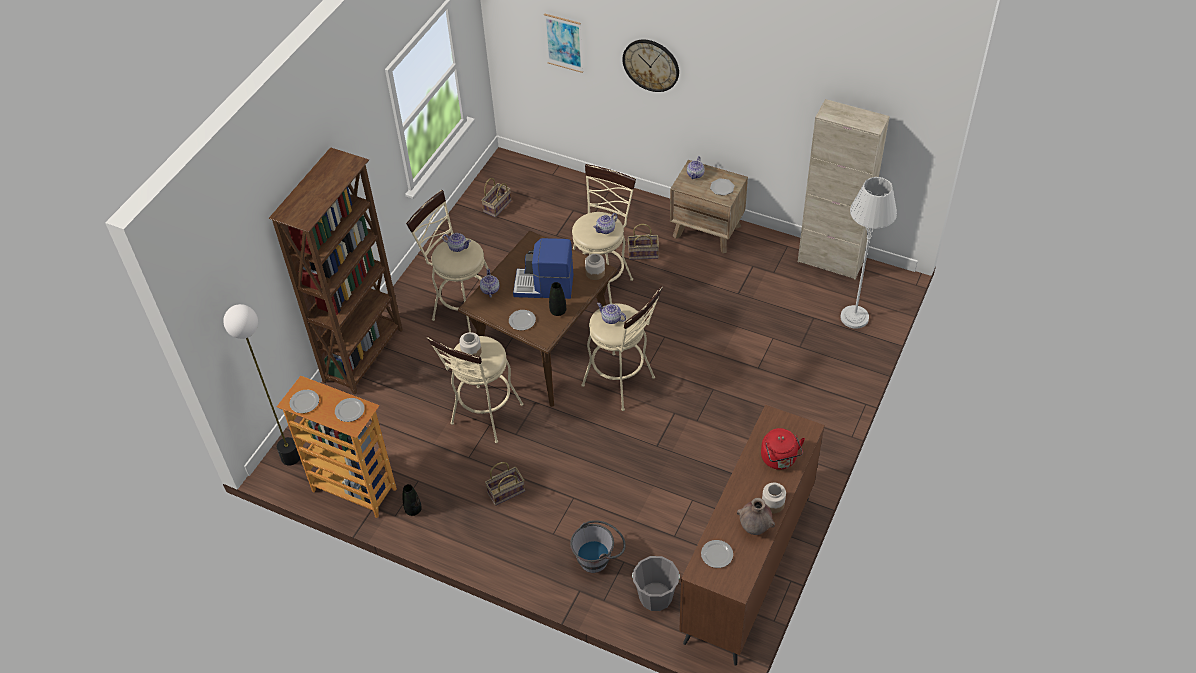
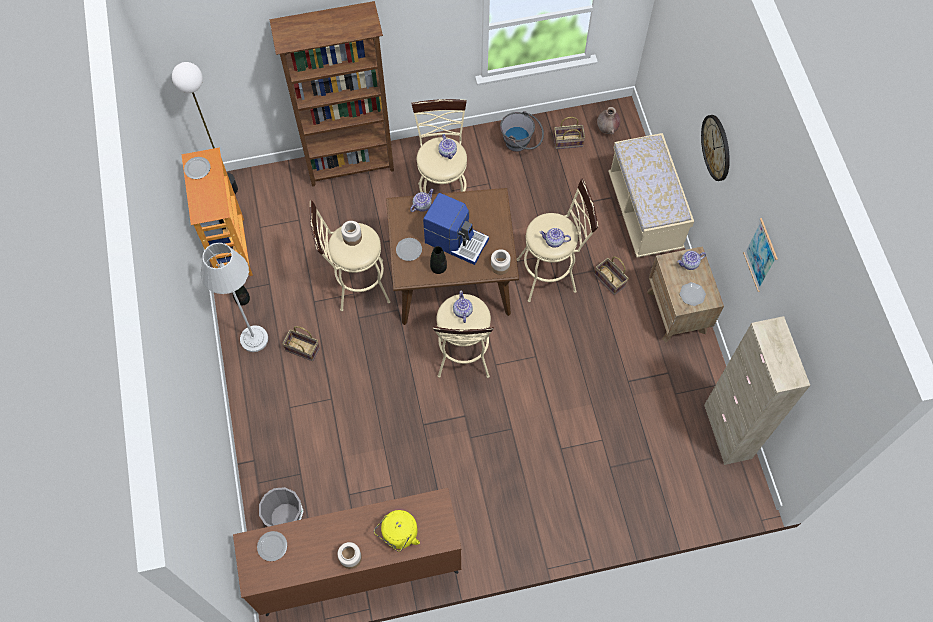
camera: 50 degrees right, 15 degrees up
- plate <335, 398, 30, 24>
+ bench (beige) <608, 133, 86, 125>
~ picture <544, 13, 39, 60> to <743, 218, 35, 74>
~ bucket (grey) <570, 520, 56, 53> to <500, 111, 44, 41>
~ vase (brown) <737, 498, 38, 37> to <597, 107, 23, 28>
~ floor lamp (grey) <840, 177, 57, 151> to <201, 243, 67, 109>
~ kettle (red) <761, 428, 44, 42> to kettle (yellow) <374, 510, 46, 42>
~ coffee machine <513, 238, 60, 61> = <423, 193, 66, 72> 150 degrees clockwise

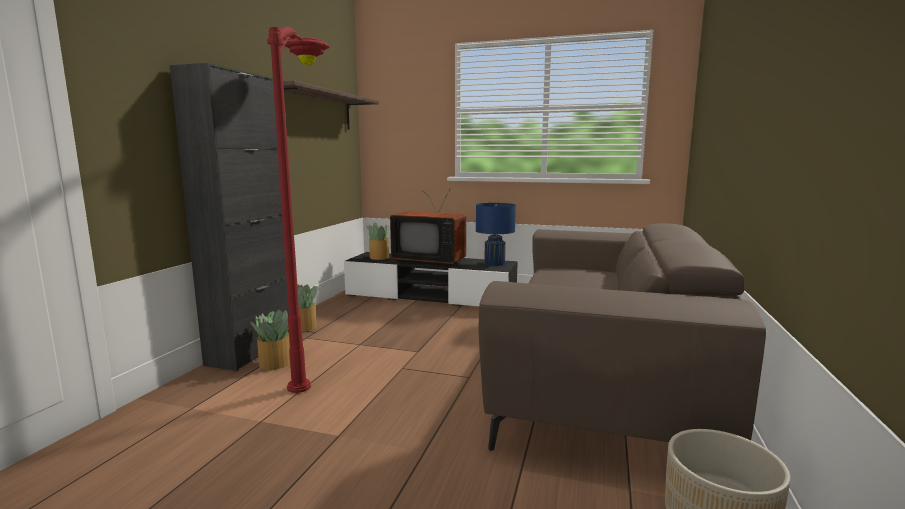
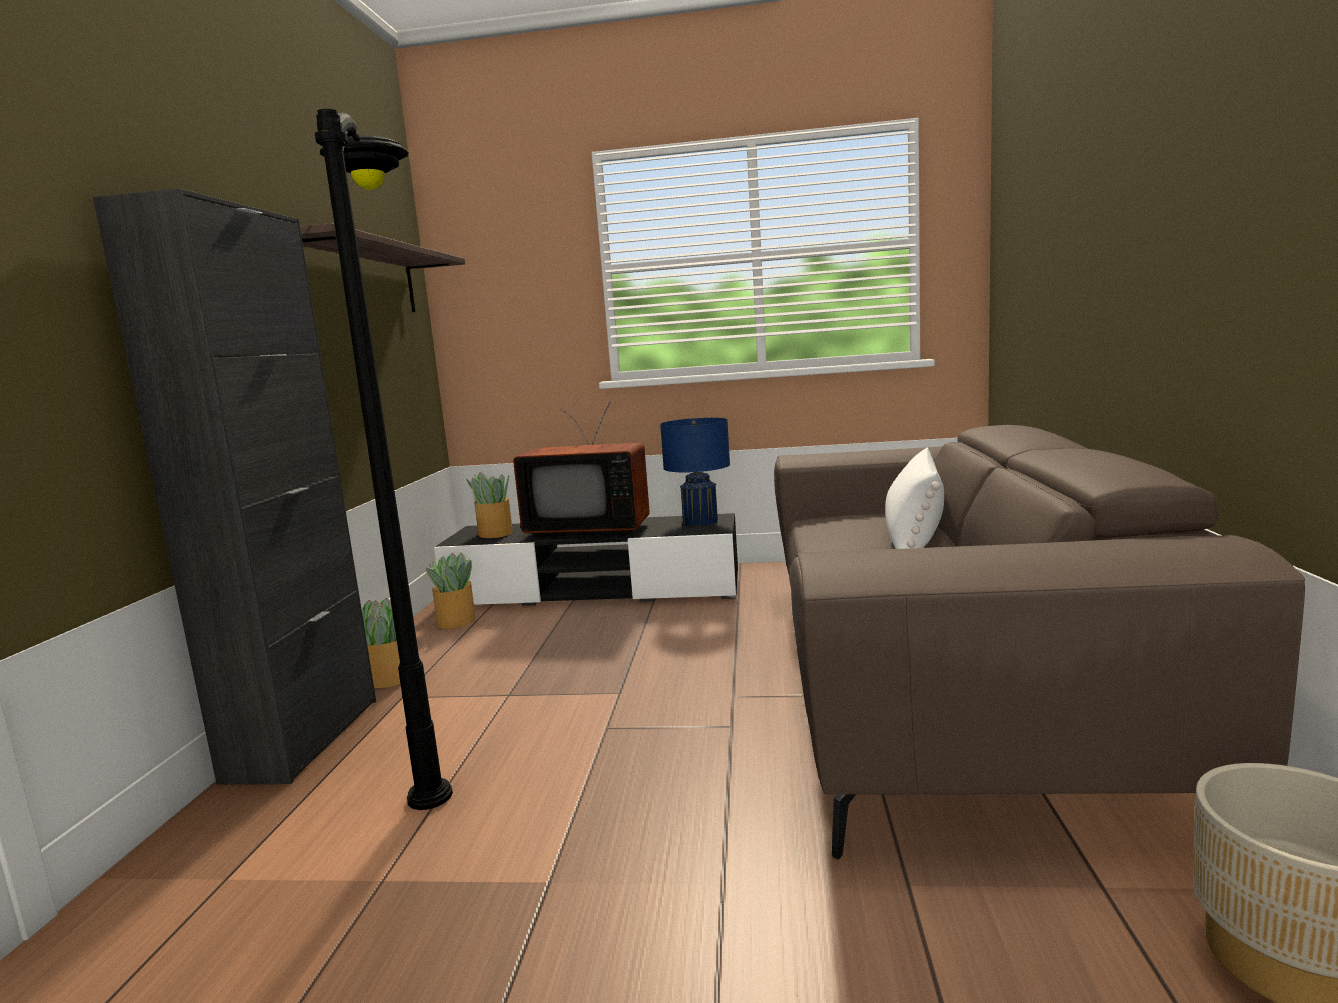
camera: 10 degrees left, 0 degrees up
+ pillow (white) <885, 447, 59, 102>
~ potted plant <250, 310, 40, 60> to <426, 552, 50, 77>
~ floor lamp (red) <267, 27, 62, 366> to floor lamp (black) <315, 109, 138, 701>

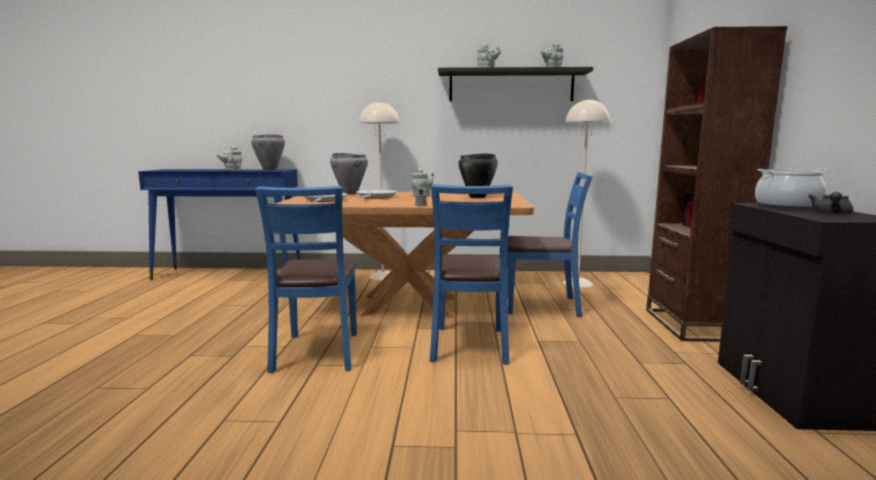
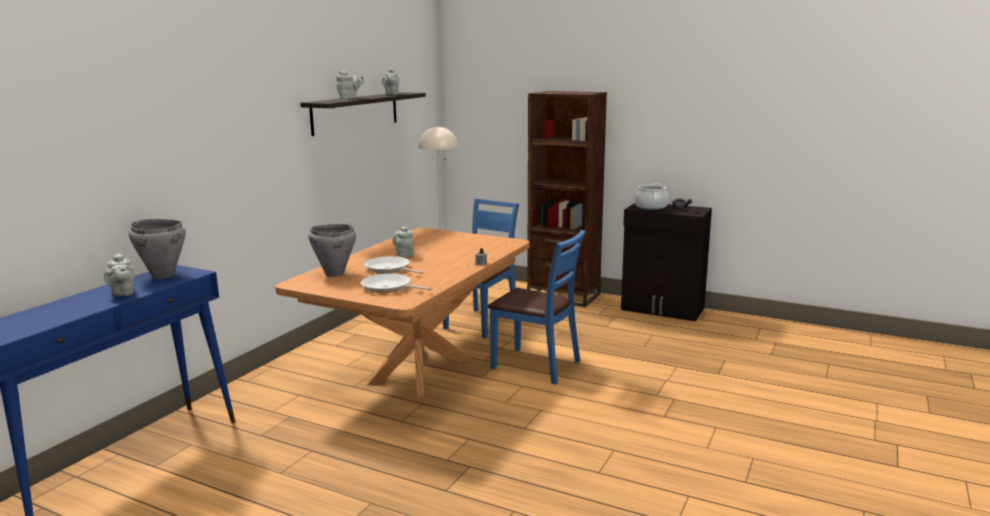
camera: 65 degrees left, 5 degrees up
- chair (blue) <255, 186, 102, 187>
- floor lamp (beige) <359, 101, 41, 179>
- cooking pot (black) <458, 153, 40, 45>

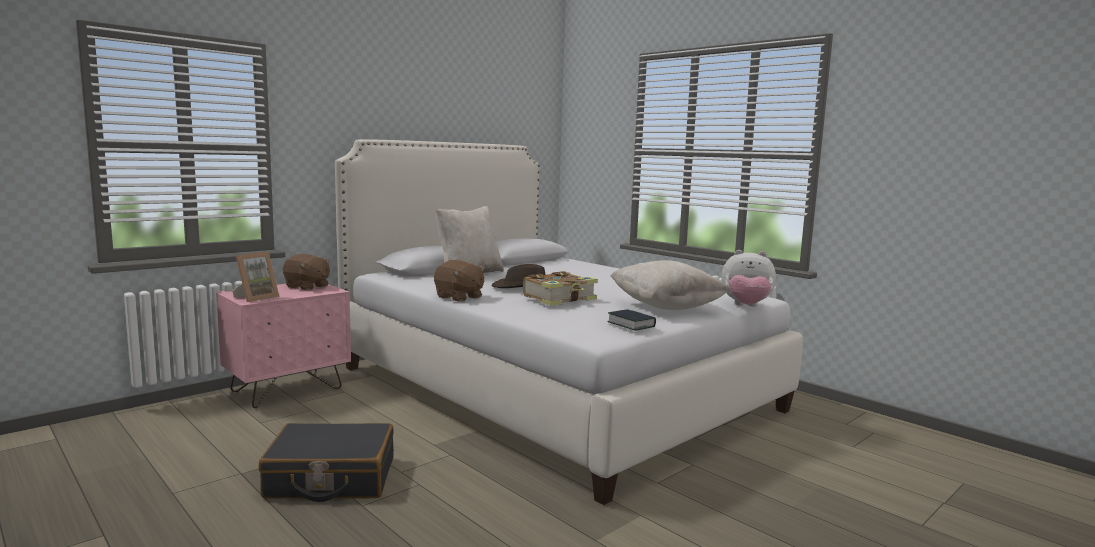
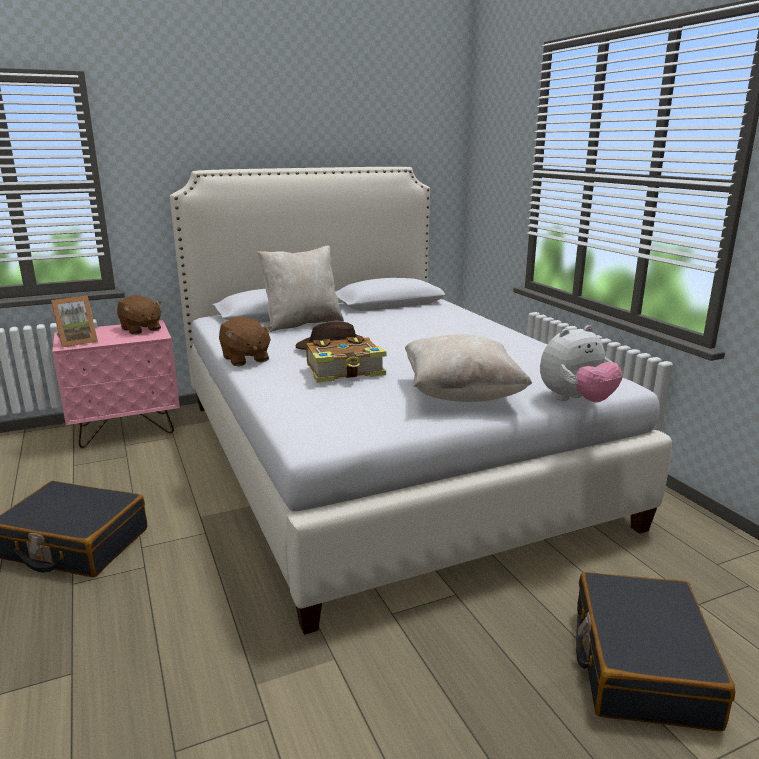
camera: 20 degrees right, 10 degrees up
- book <607, 309, 49, 22>
+ suitcase (black) <576, 572, 159, 160>
~ plush toy <721, 250, 55, 57> = <540, 325, 83, 77> 60 degrees counterclockwise

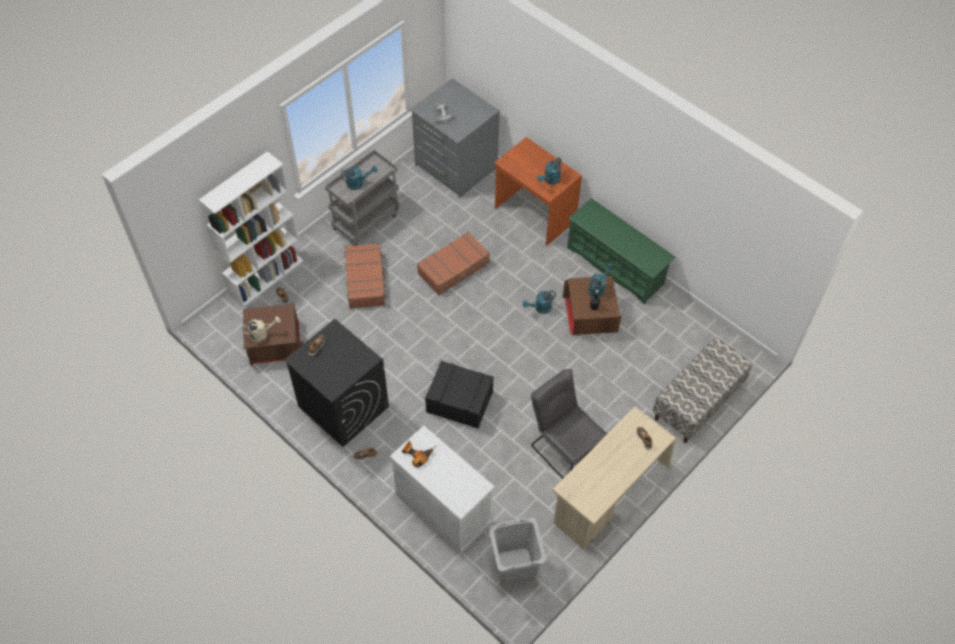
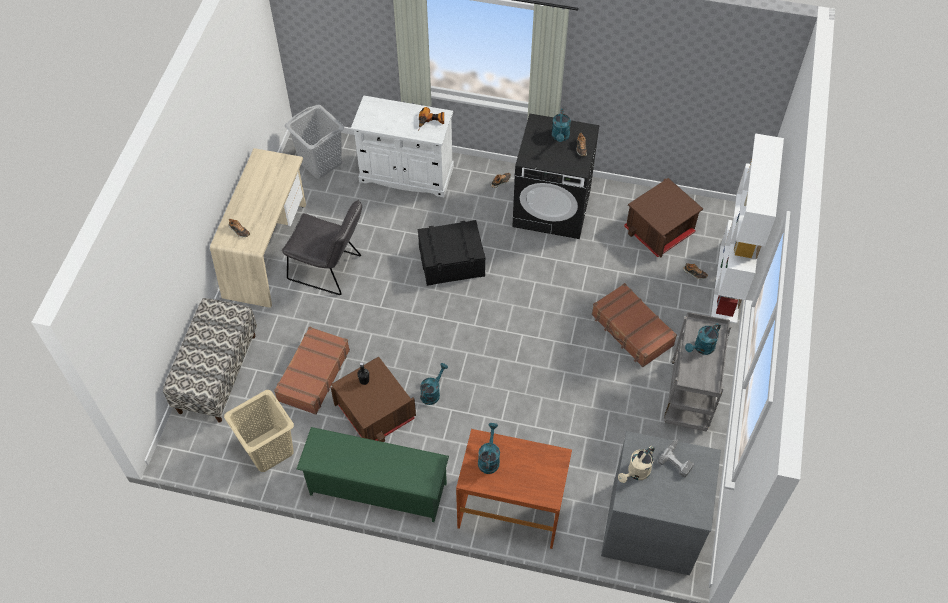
camera: 150 degrees right, 0 degrees up
+ laundry basket (beige) <224, 390, 70, 82>
~ watering can (beige) <242, 316, 39, 26> to <618, 446, 37, 37>
~ suitcase (brown) <417, 232, 73, 64> to <274, 327, 76, 88>
~ watering can (turquoise) <588, 263, 26, 34> to <552, 108, 19, 34>

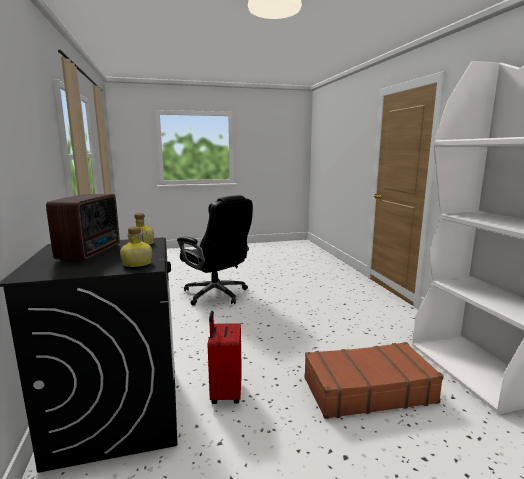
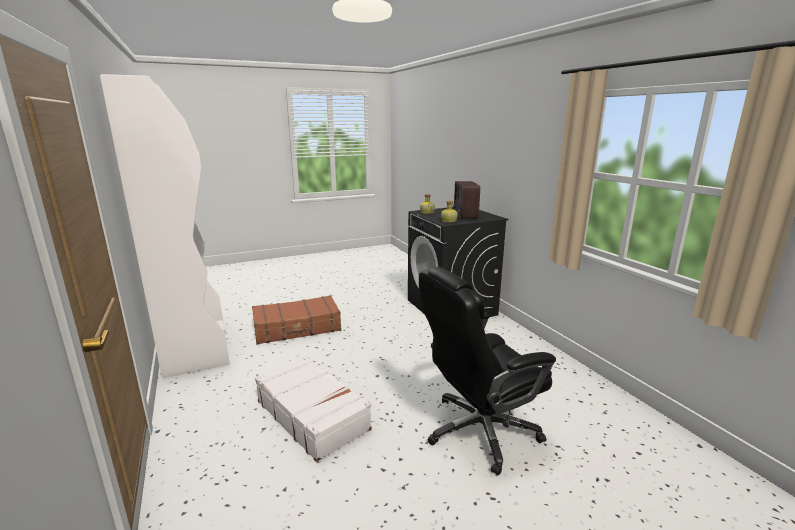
camera: 170 degrees right, 5 degrees up
- suitcase (red) <208, 311, 34, 93>
+ suitcase (white) <255, 357, 117, 105>
~ office chair (black) <177, 195, 76, 111> = <419, 267, 137, 209> 60 degrees counterclockwise

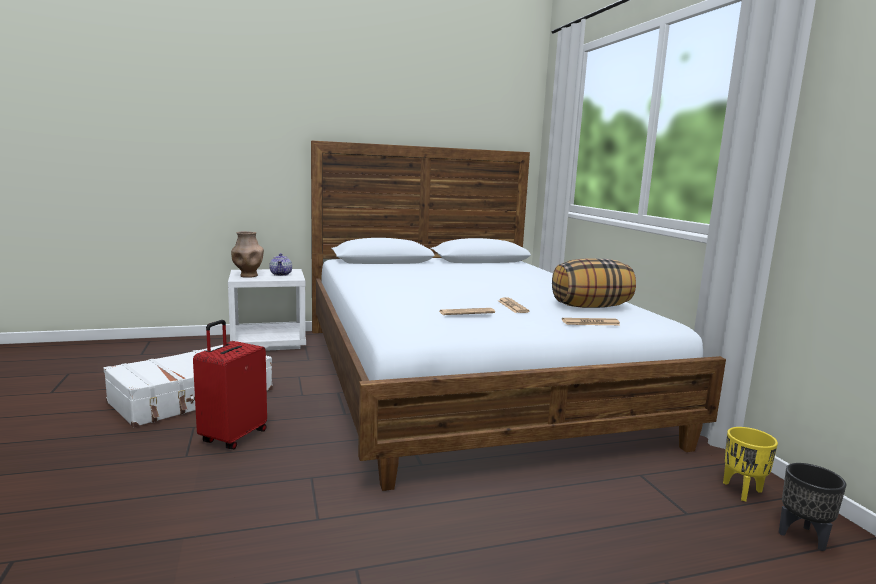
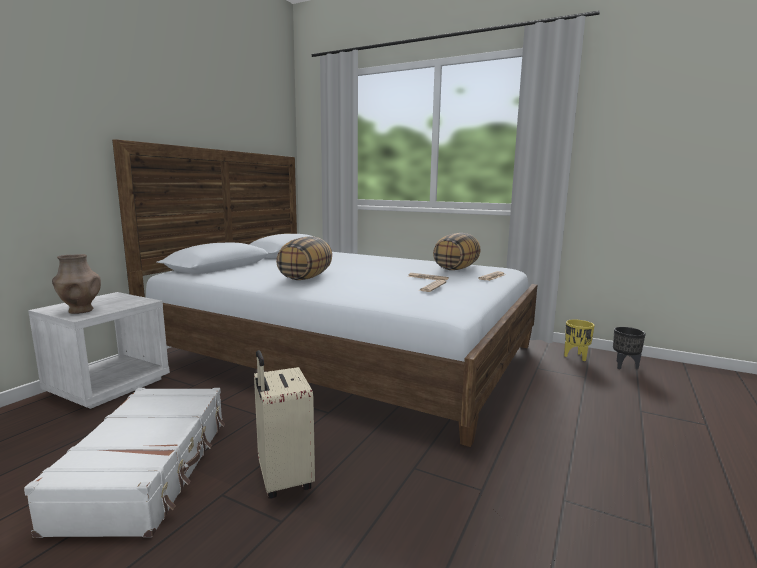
camera: 45 degrees left, 0 degrees up
- teapot <270, 253, 22, 23>
+ pillow <276, 236, 56, 44>
~ suitcase (red) <193, 320, 74, 129> to suitcase (beige) <254, 350, 61, 149>

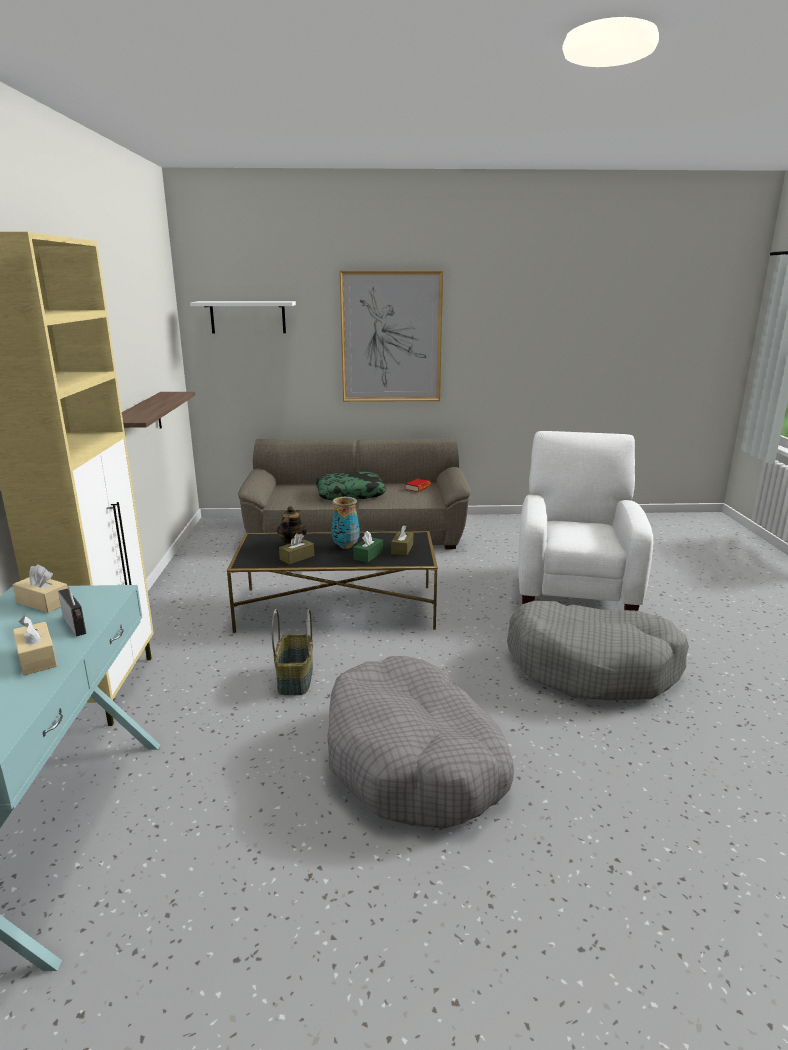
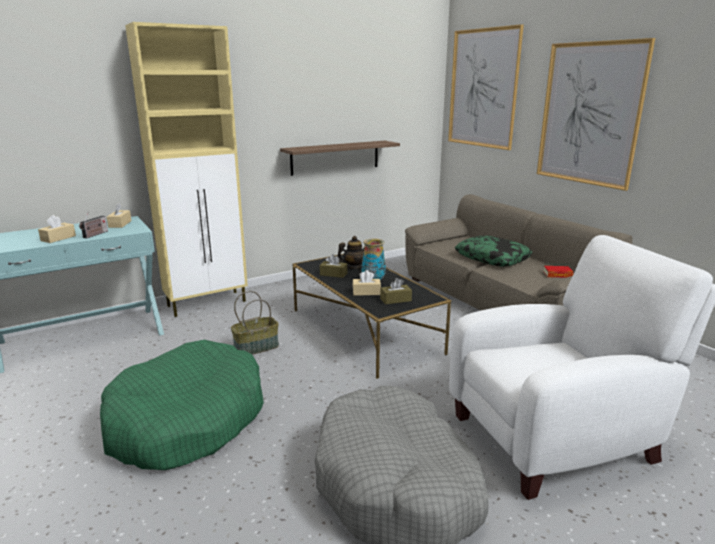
camera: 60 degrees right, 0 degrees up
~ shelf (white) <190, 301, 106, 32> to picture <448, 24, 76, 126>
~ dog bed (grey) <327, 656, 187, 173> to dog bed (green) <100, 340, 164, 130>
~ tissue box (green) <353, 531, 30, 32> to tissue box (beige) <353, 270, 28, 25>

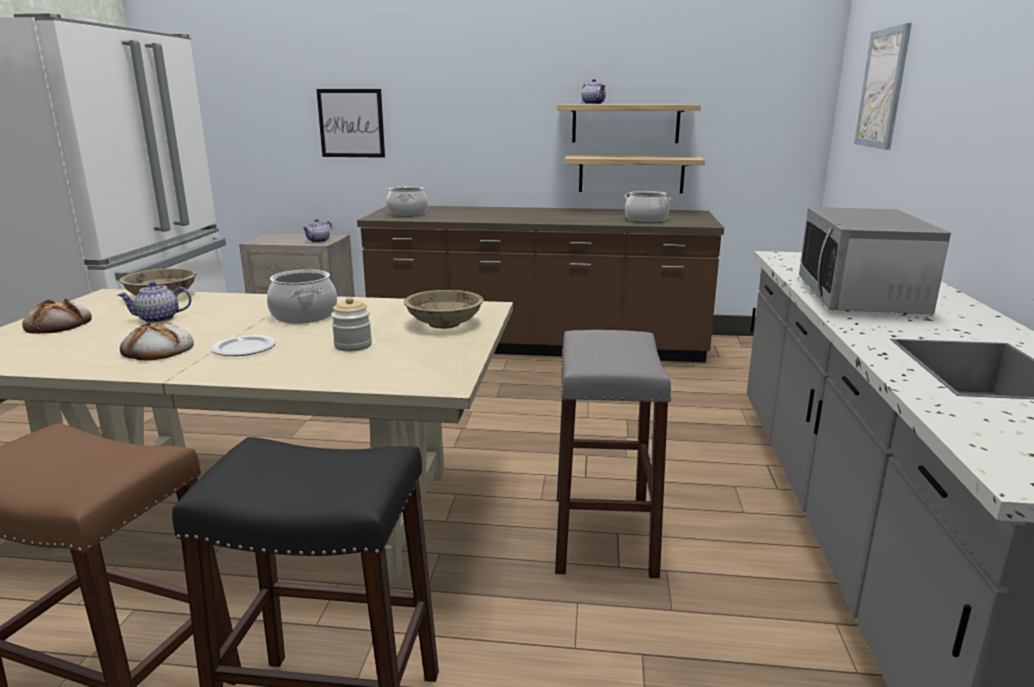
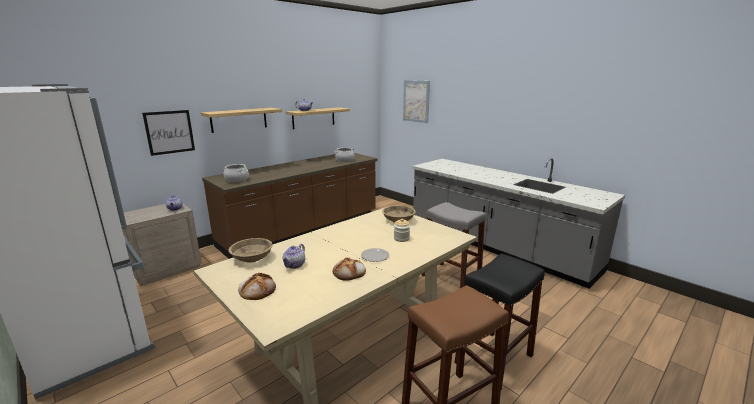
camera: 50 degrees left, 0 degrees up
- cooking pot <267, 270, 70, 54>
- microwave <799, 207, 152, 107>
~ shelf <564, 155, 141, 38> to <201, 108, 81, 25>

